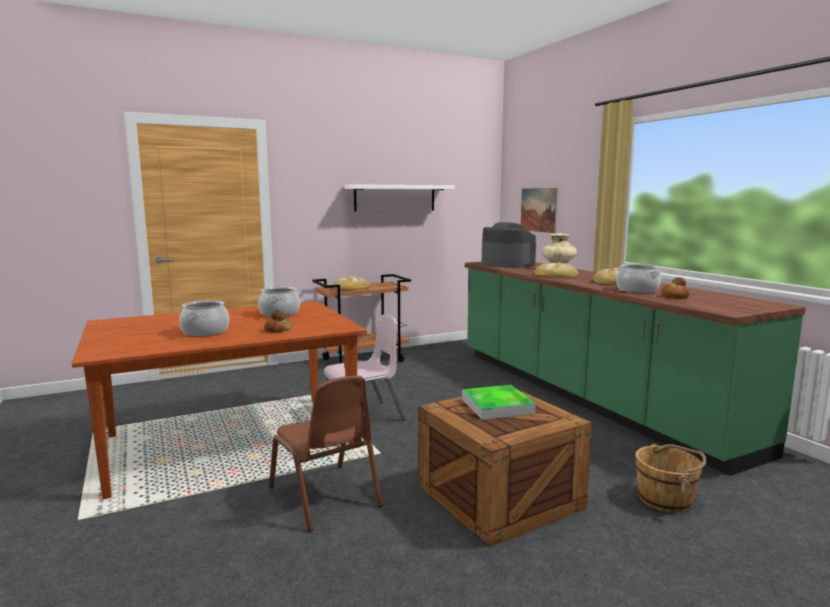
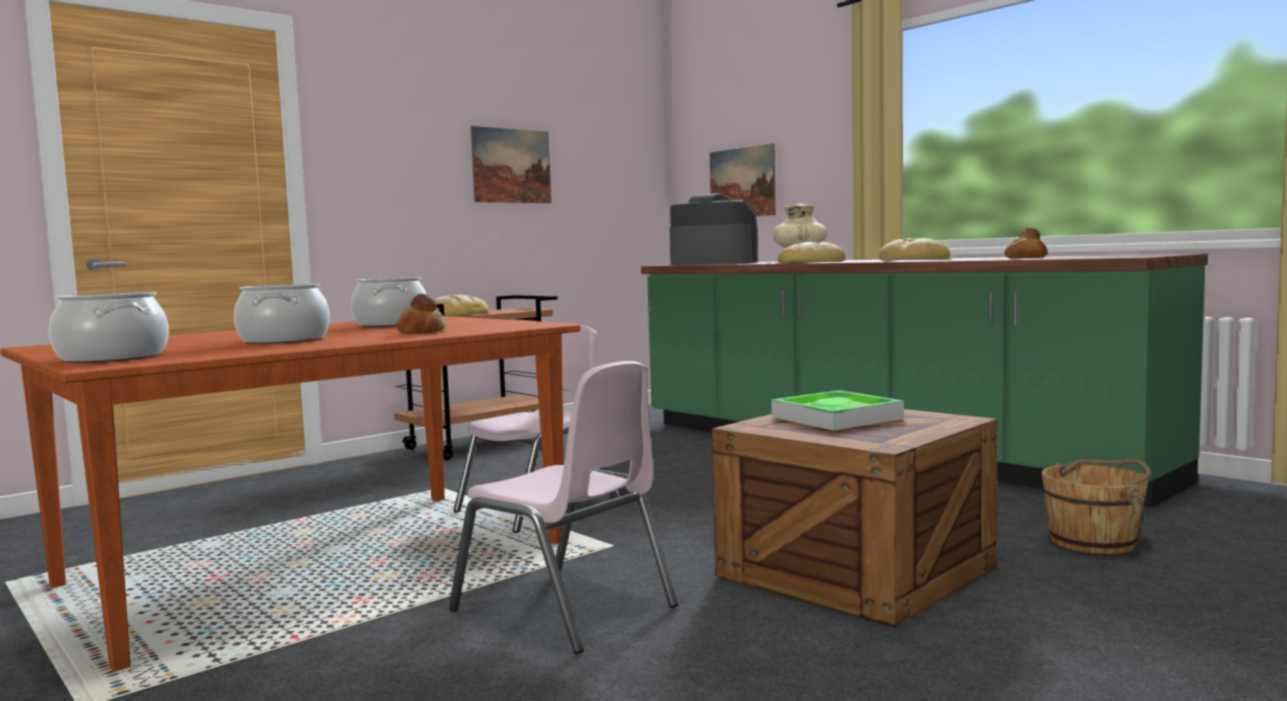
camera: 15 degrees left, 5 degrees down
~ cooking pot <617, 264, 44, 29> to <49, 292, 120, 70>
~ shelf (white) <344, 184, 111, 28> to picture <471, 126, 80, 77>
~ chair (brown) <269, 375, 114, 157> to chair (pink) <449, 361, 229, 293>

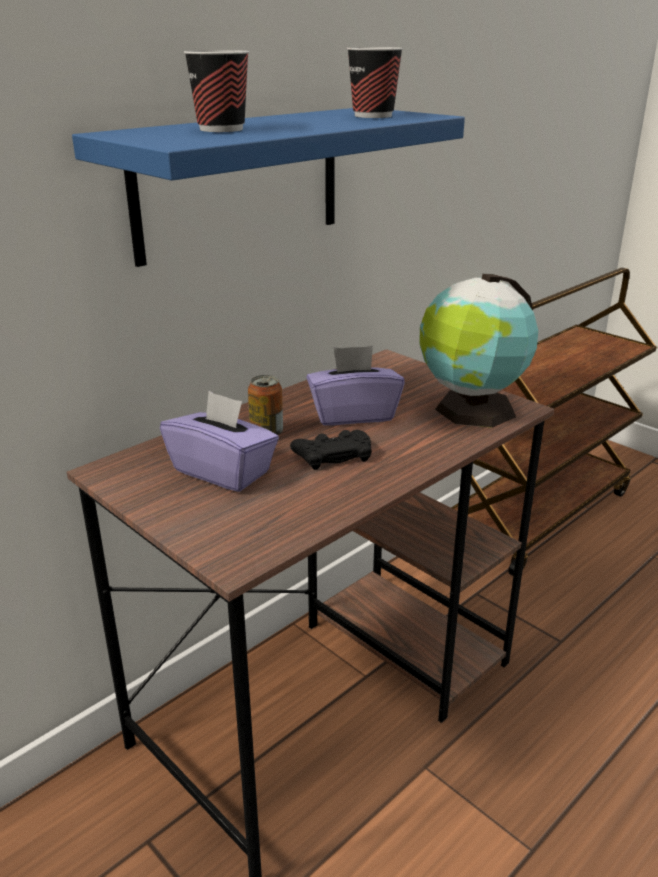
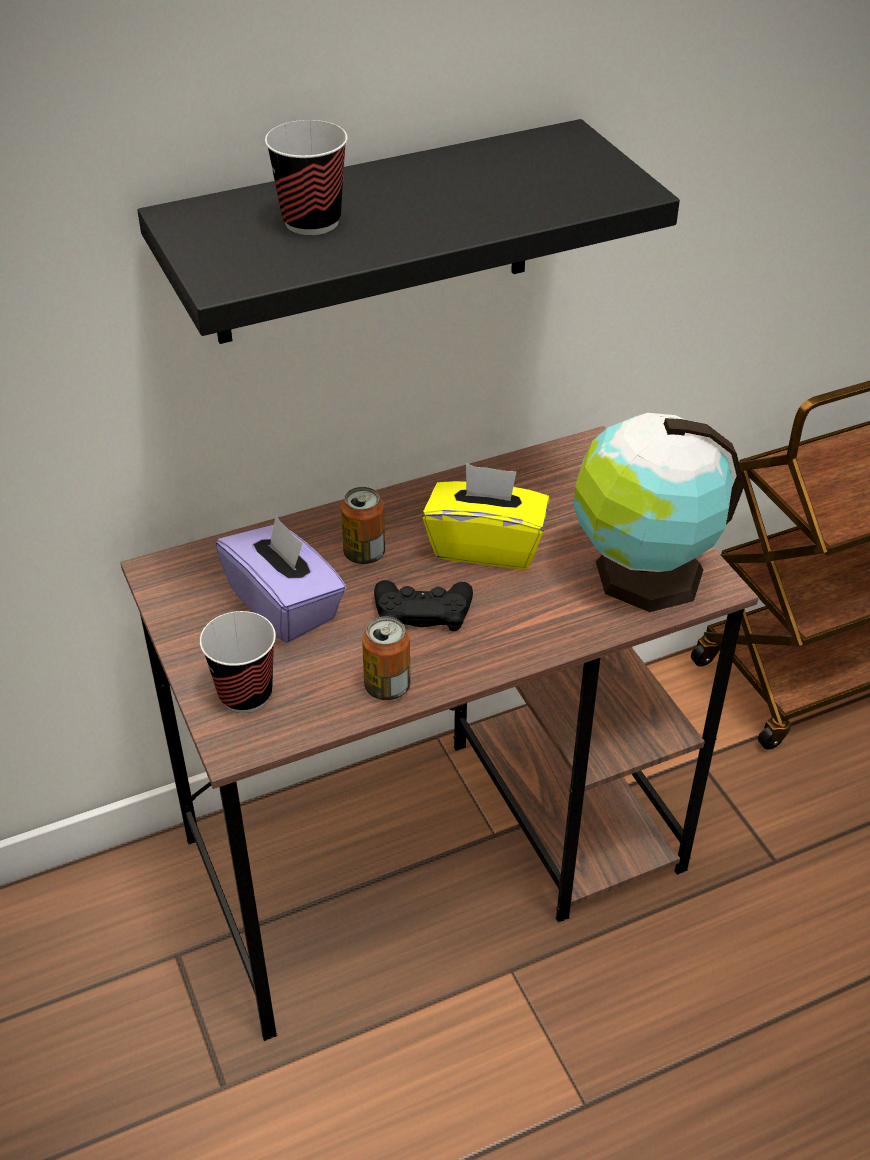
camera: 20 degrees right, 15 degrees up
+ can <362, 616, 48, 84>
~ cup <347, 47, 56, 71> to <200, 611, 76, 102>
~ shelf (blue) <72, 108, 393, 159> to shelf (black) <138, 119, 542, 225>
~ tissue box (purple) <306, 346, 99, 79> to tissue box (yellow) <422, 463, 128, 106>

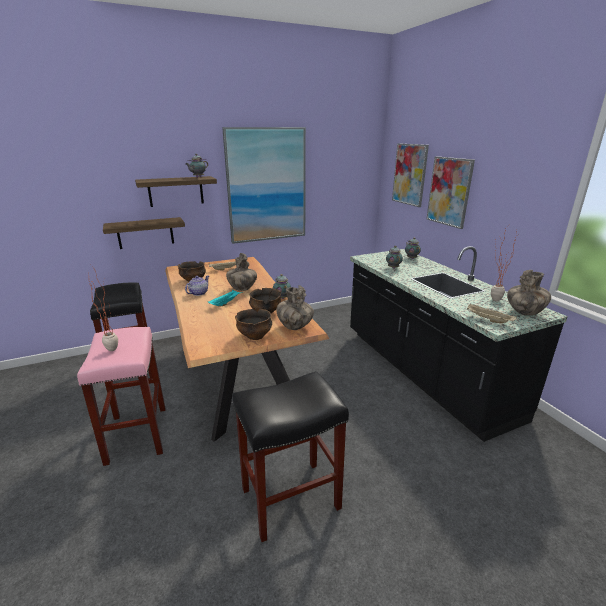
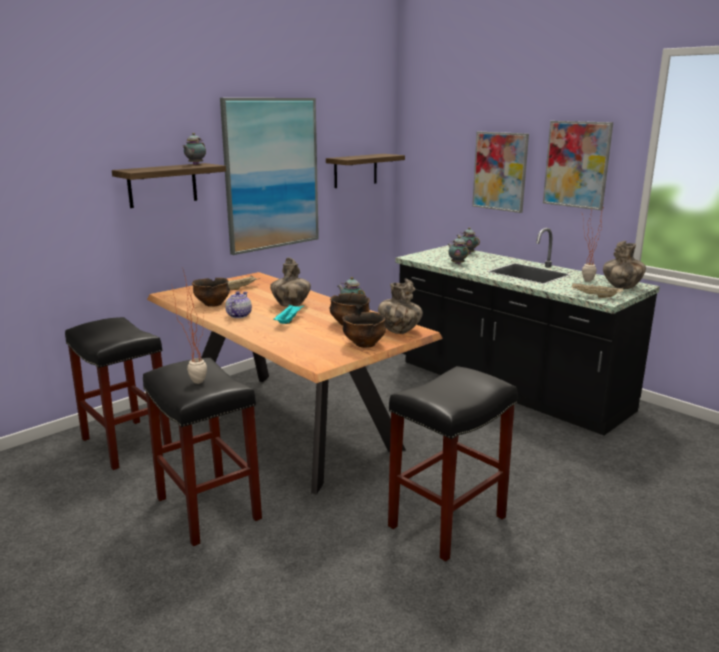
camera: 20 degrees left, 5 degrees down
~ shelf <103, 217, 82, 32> to <326, 154, 79, 34>
~ picture <392, 143, 37, 64> to <543, 121, 70, 89>
~ stool (pink) <77, 327, 89, 139> to stool (black) <143, 358, 119, 188>

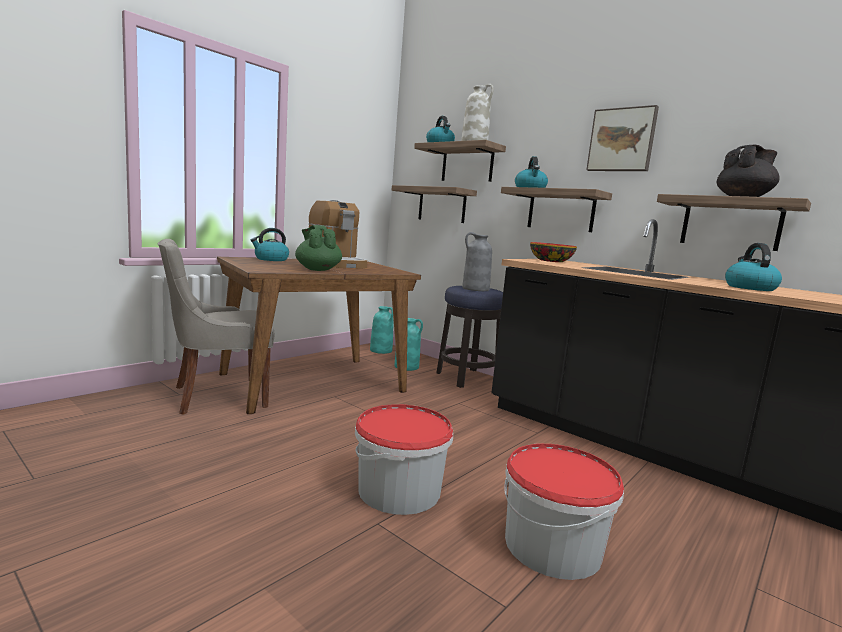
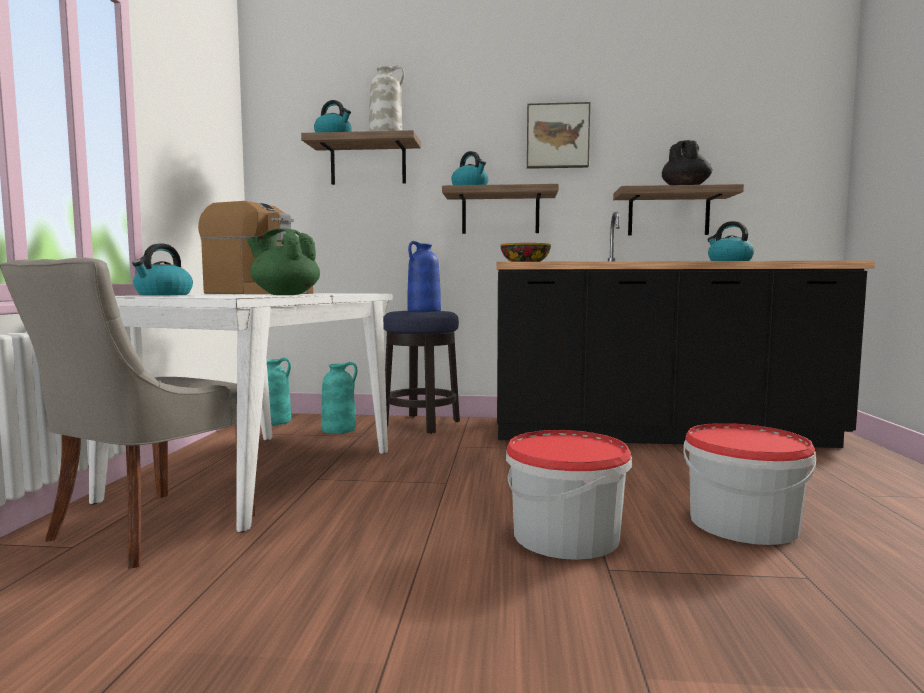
camera: 35 degrees left, 5 degrees down
- shelf <392, 185, 85, 38>
~ dining table (brown) <217, 257, 204, 157> to dining table (white) <89, 293, 304, 240>
~ vase (grey) <462, 232, 30, 59> to vase (blue) <407, 241, 34, 71>

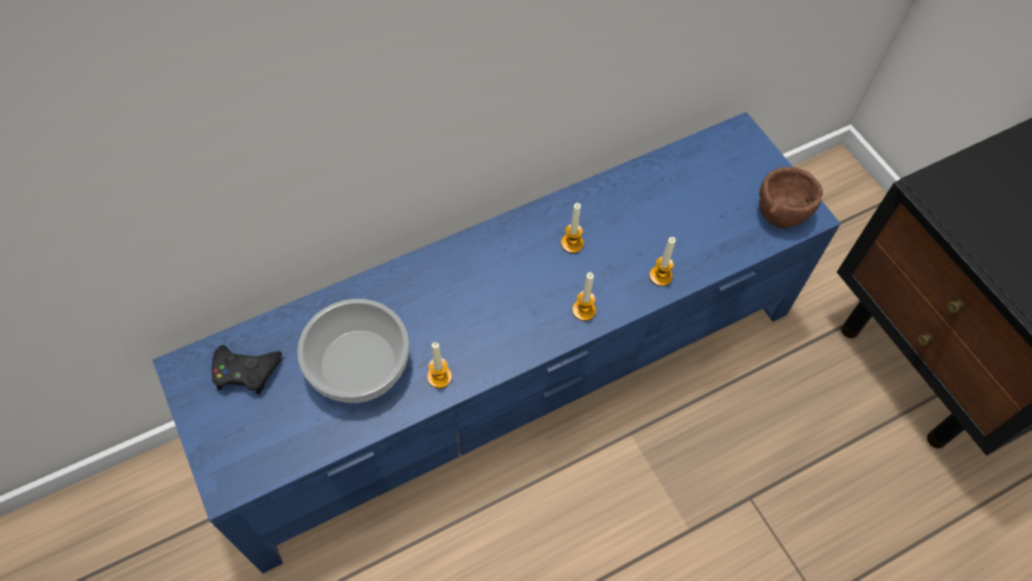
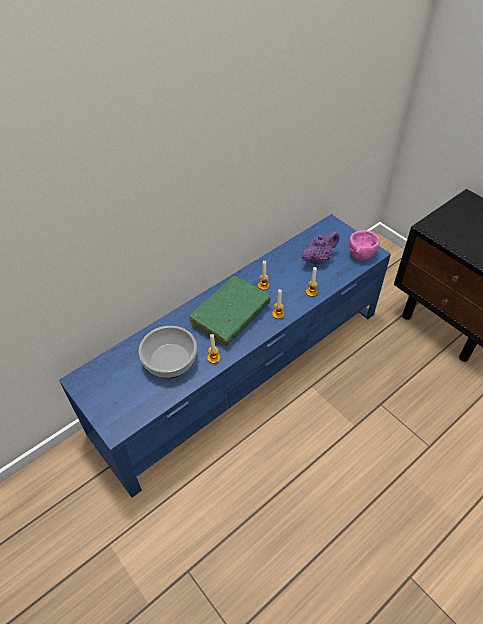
camera: 10 degrees left, 10 degrees down
- game controller (black) <212, 345, 70, 50>
+ book (green) <189, 276, 82, 70>
+ teapot (purple) <301, 231, 38, 34>
~ bowl (brown) <759, 167, 64, 61> to bowl (pink) <349, 230, 31, 30>

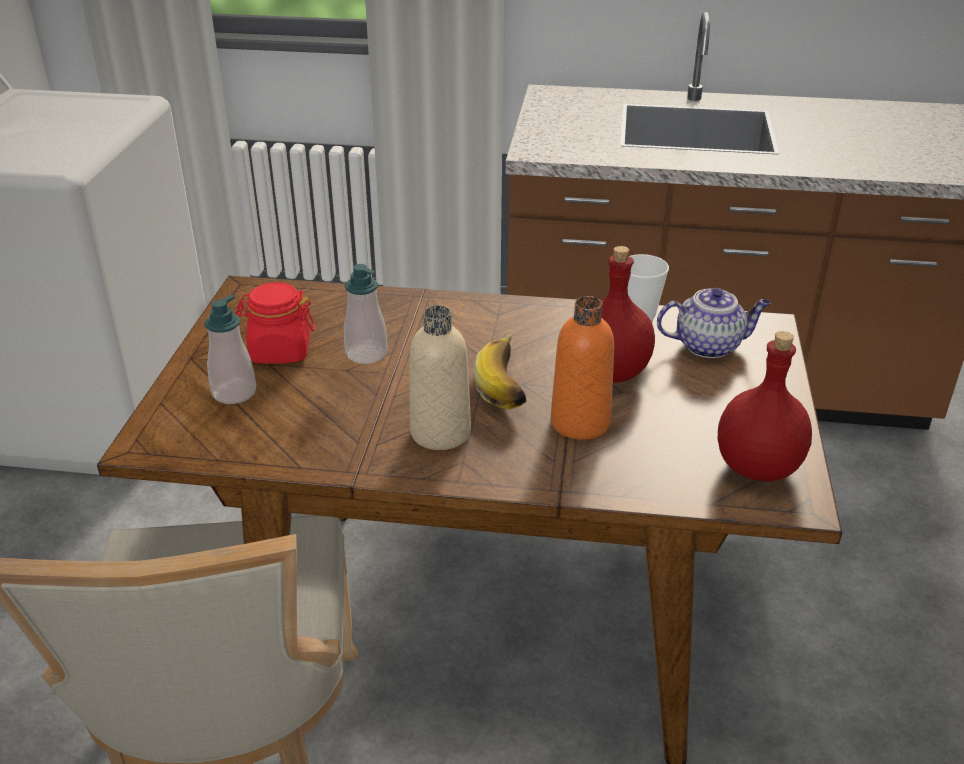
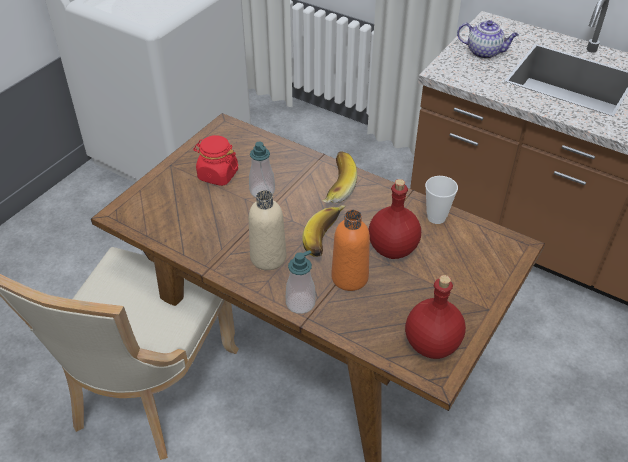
camera: 25 degrees right, 10 degrees up
+ banana <322, 151, 35, 52>
~ soap dispenser <204, 295, 52, 109> to <286, 250, 29, 64>
~ teapot <657, 288, 113, 70> to <457, 20, 62, 39>

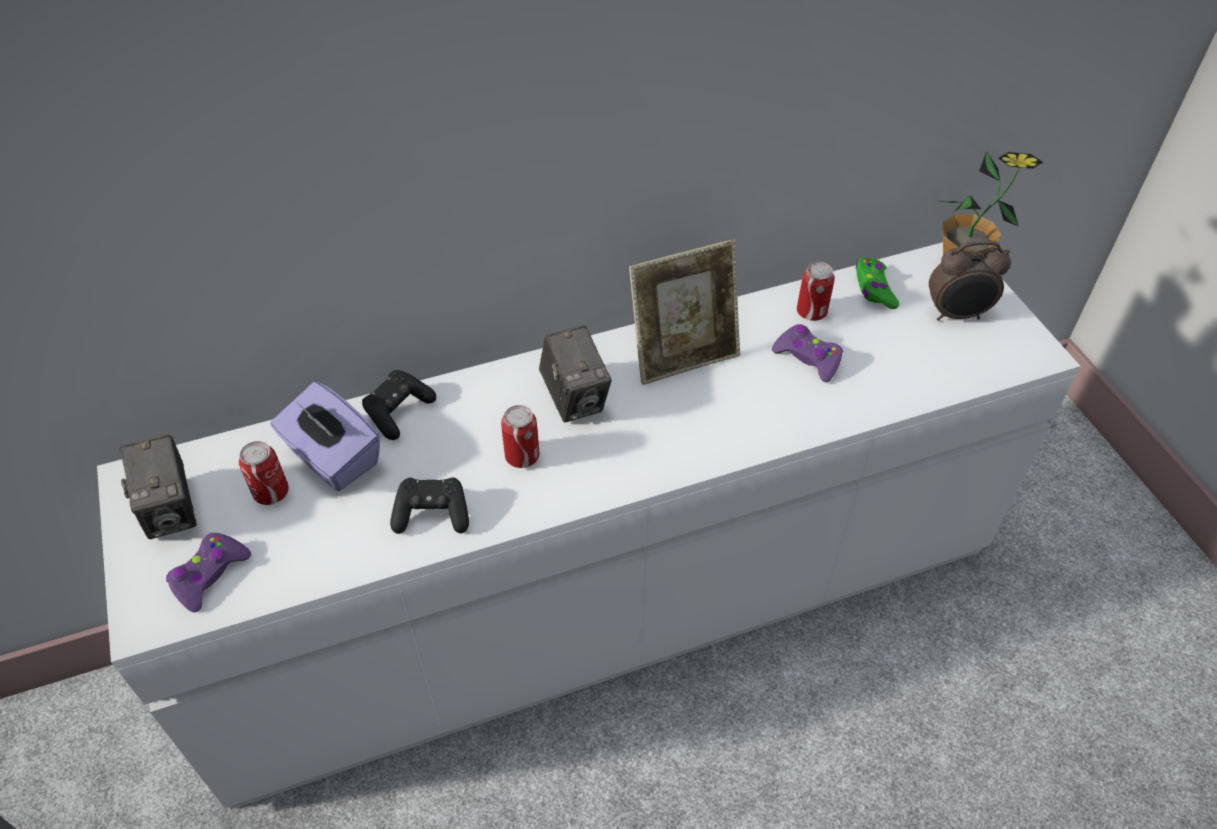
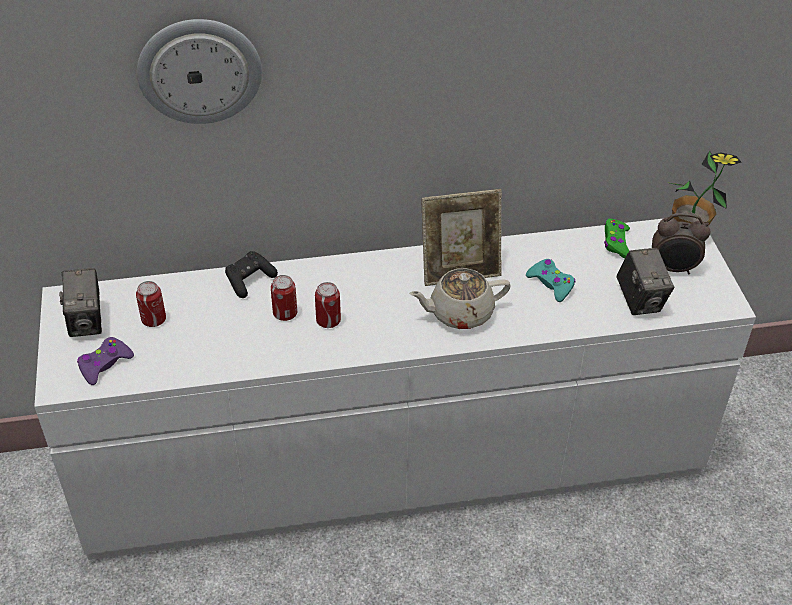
camera: 10 degrees right, 5 degrees down
- tissue box (purple) <270, 382, 110, 109>
- game controller (black) <390, 477, 79, 57>
+ wall clock <137, 19, 125, 105>
+ teapot (beige) <409, 268, 102, 61>
~ photo camera <539, 325, 73, 97> to <616, 248, 58, 67>
~ can <797, 262, 38, 59> to <271, 275, 26, 46>
~ game controller (purple) <772, 324, 71, 59> to game controller (turquoise) <526, 259, 49, 43>

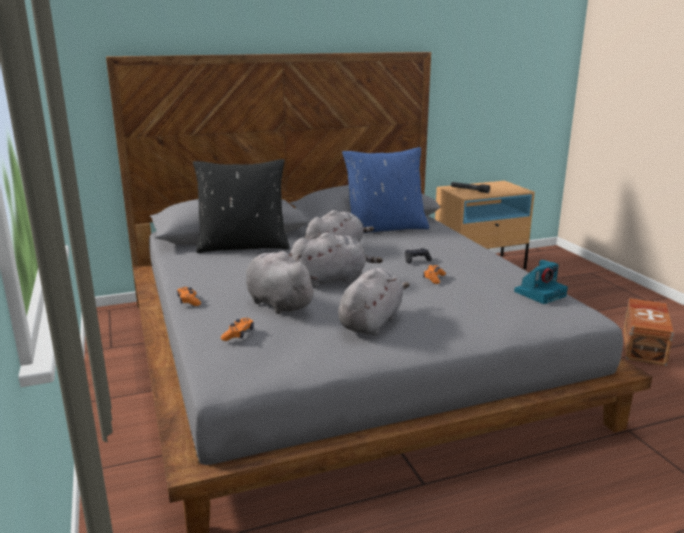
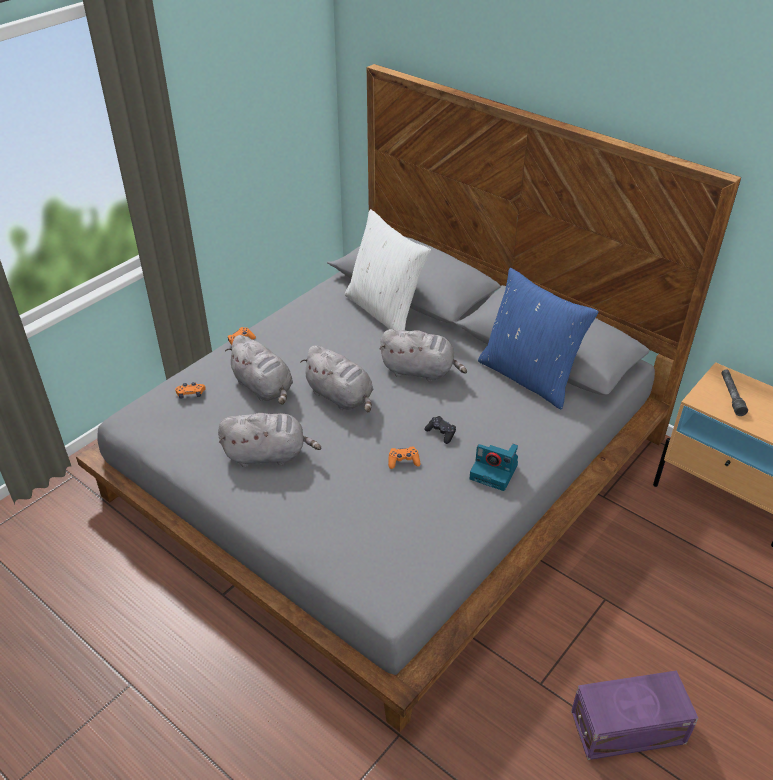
camera: 60 degrees right, 20 degrees up
~ photo camera <514, 260, 54, 44> to <469, 444, 49, 47>
~ pillow (black) <193, 159, 96, 94> to pillow (white) <345, 209, 86, 122>
~ storage box (brown) <624, 298, 50, 68> to storage box (purple) <571, 670, 128, 90>
~ plush toy (grey) <246, 251, 72, 63> = <225, 335, 68, 70> 120 degrees clockwise

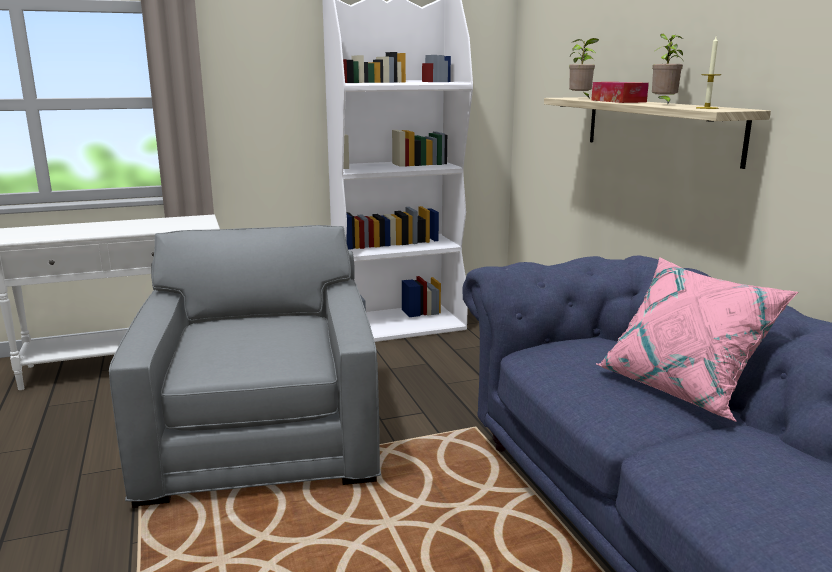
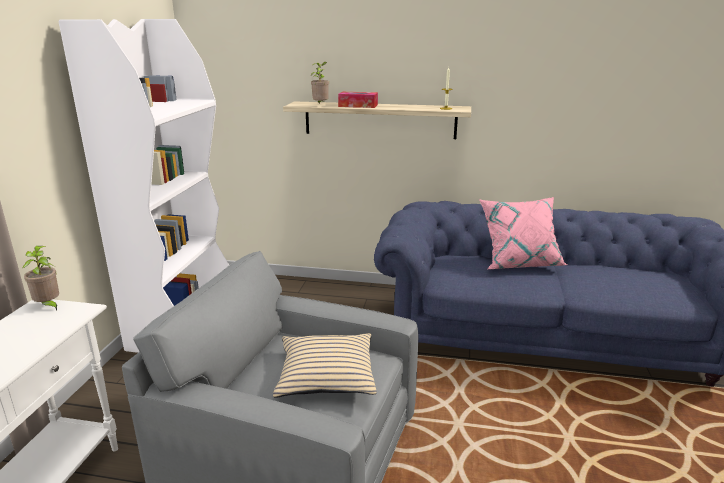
camera: 60 degrees left, 5 degrees up
+ pillow (beige) <273, 333, 103, 65>
~ potted plant <652, 34, 31, 69> to <23, 246, 36, 65>

